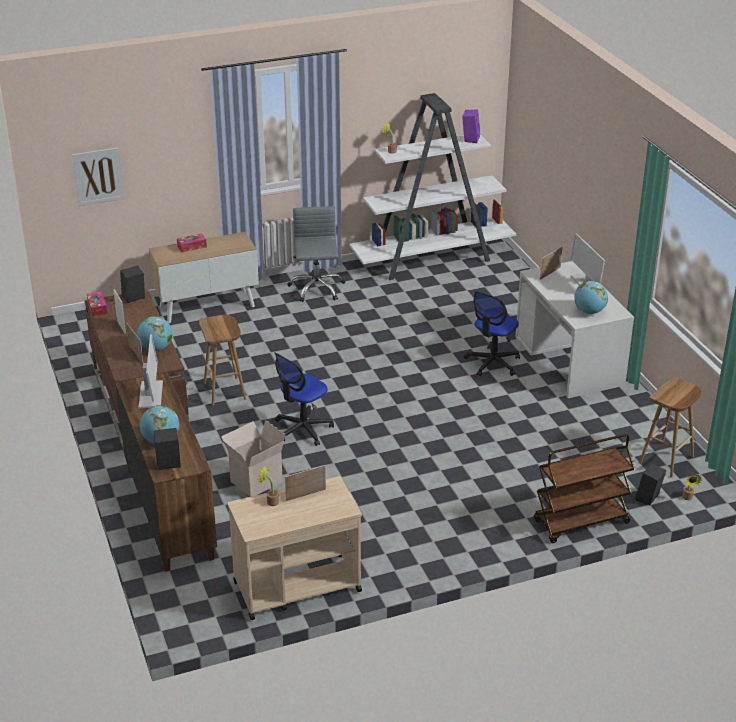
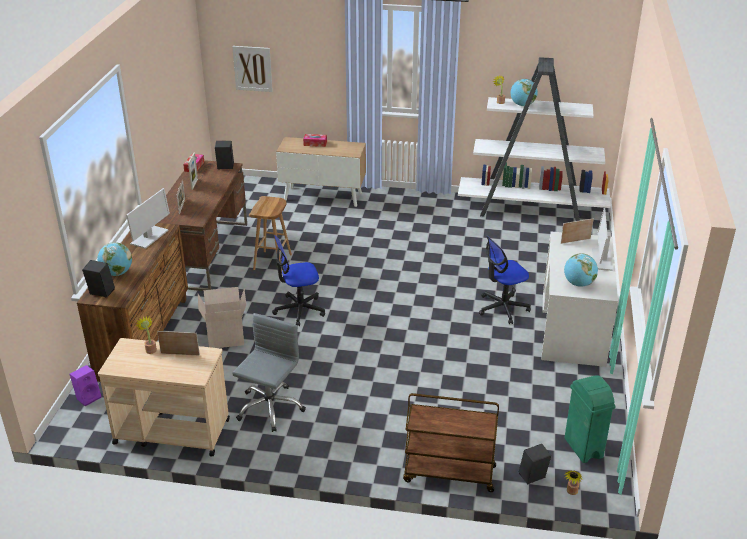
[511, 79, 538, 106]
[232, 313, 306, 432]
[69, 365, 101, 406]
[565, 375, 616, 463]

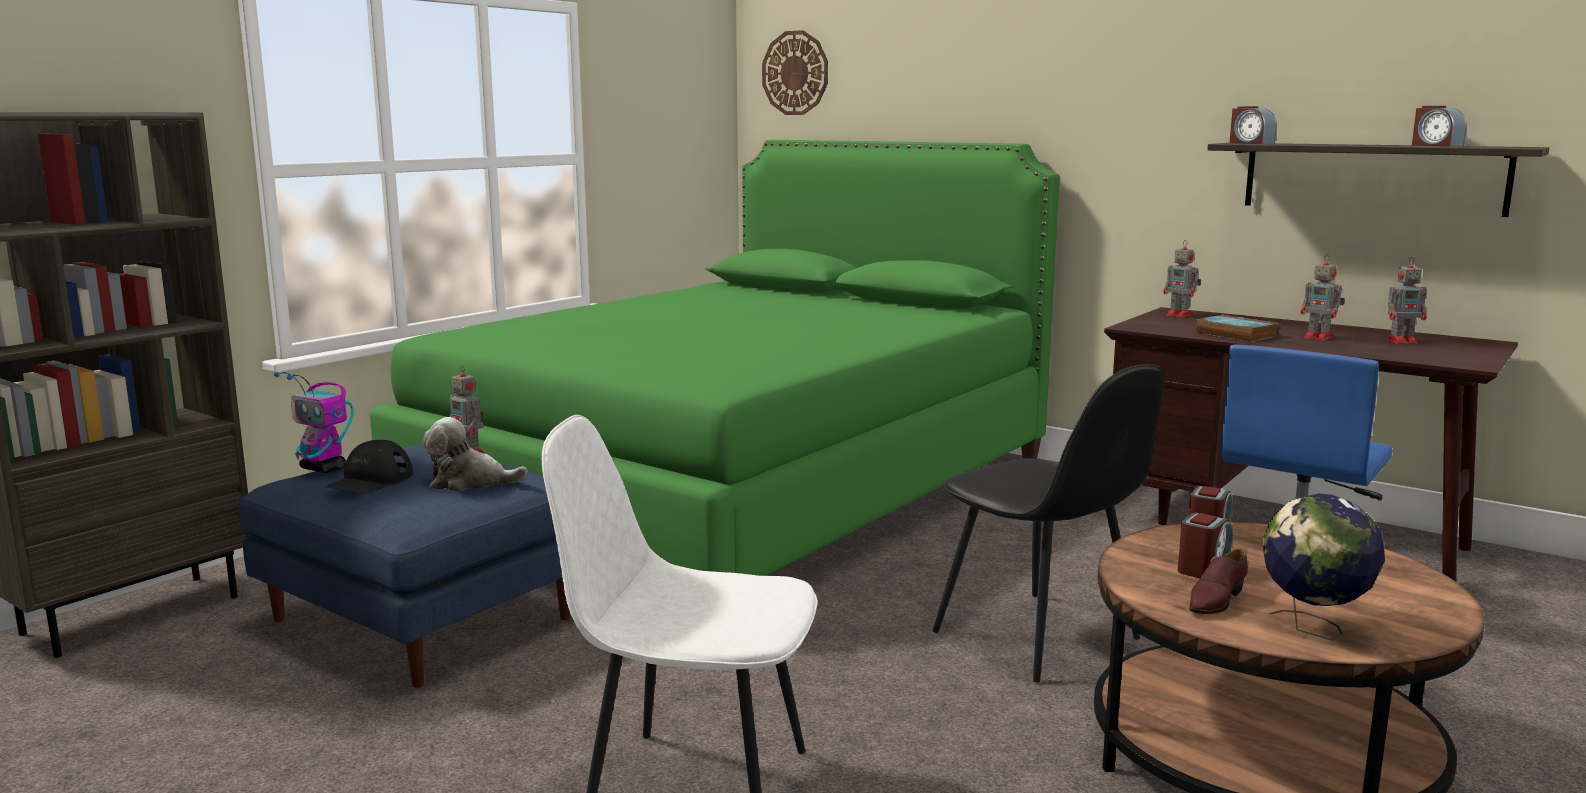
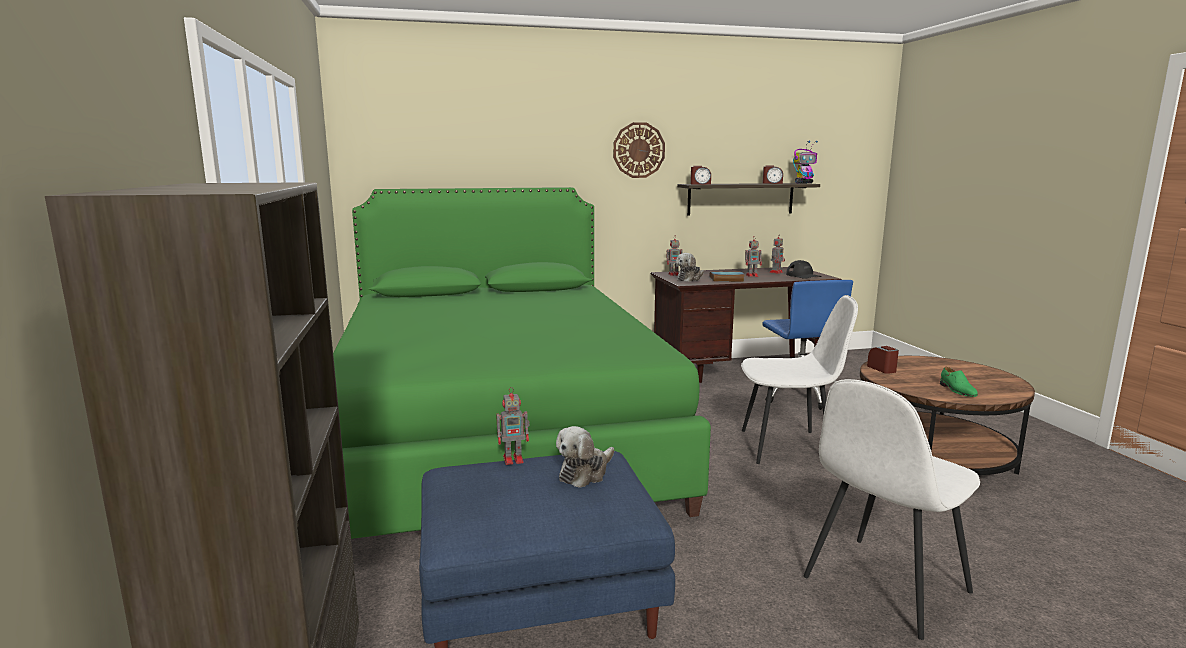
[1178, 513, 1233, 579] (first image)
[1263, 494, 1385, 641] (first image)
[676, 253, 704, 282]
[793, 141, 818, 183]
[786, 260, 822, 279]
[613, 122, 665, 178]
[741, 295, 858, 464]
[940, 367, 978, 397]

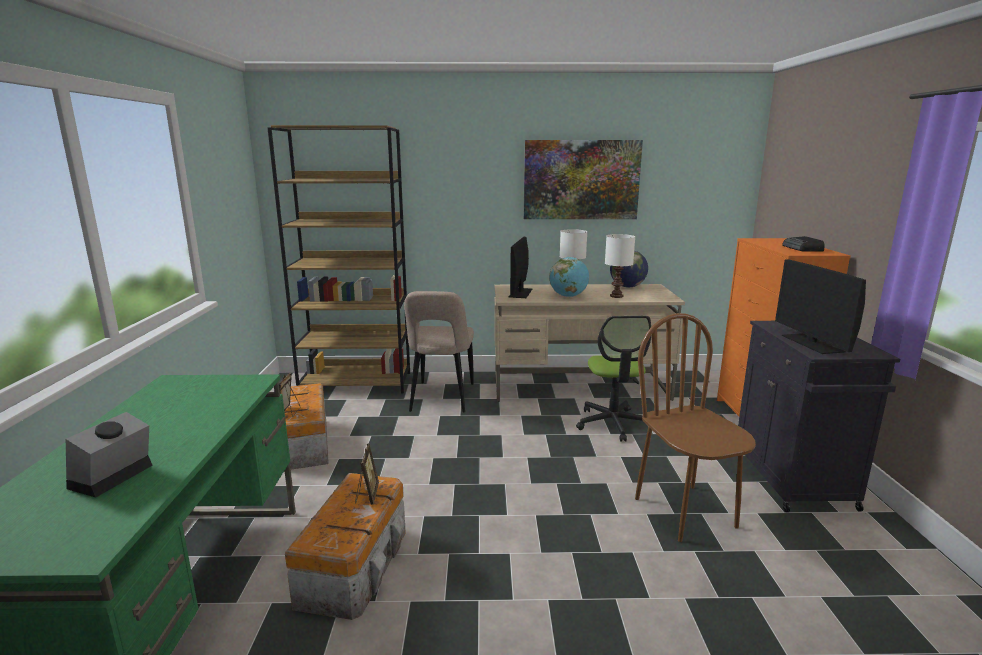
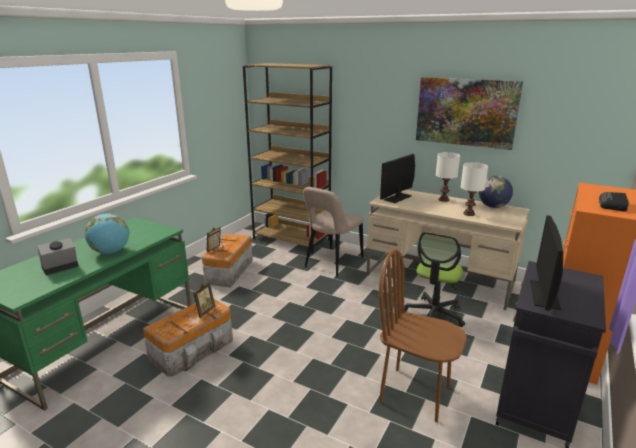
[85, 214, 130, 254]
[379, 249, 467, 422]

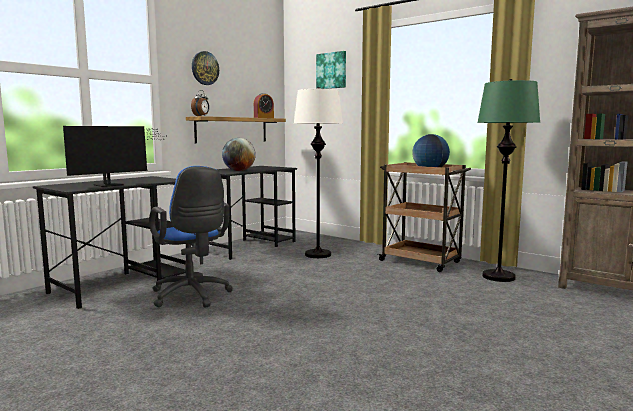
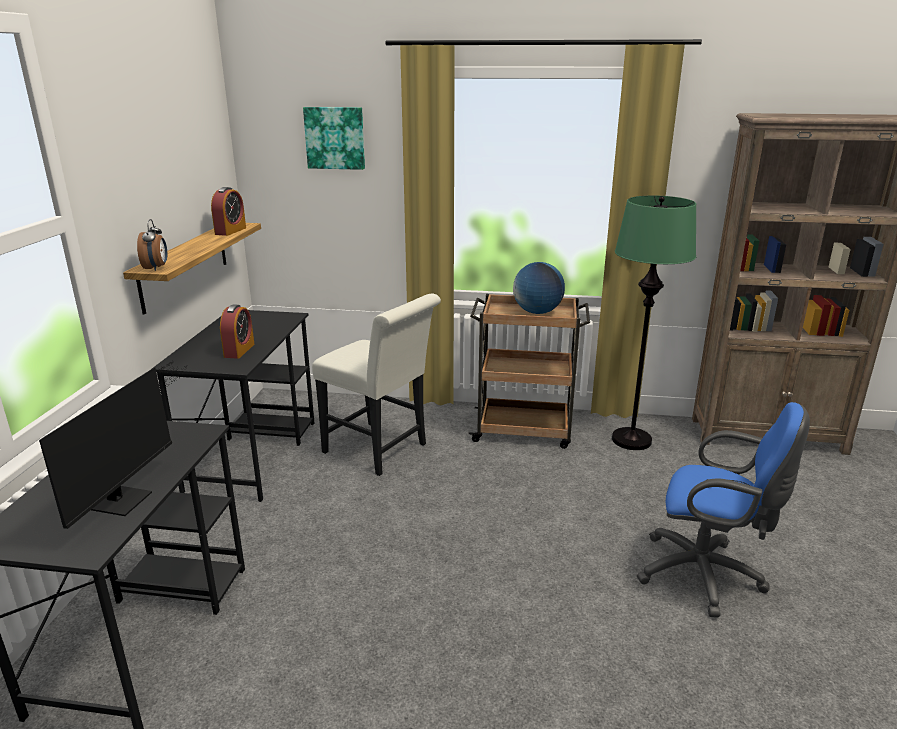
[192, 51, 219, 85] (first image)
[637, 402, 810, 618]
[220, 304, 254, 359]
[312, 294, 441, 476]

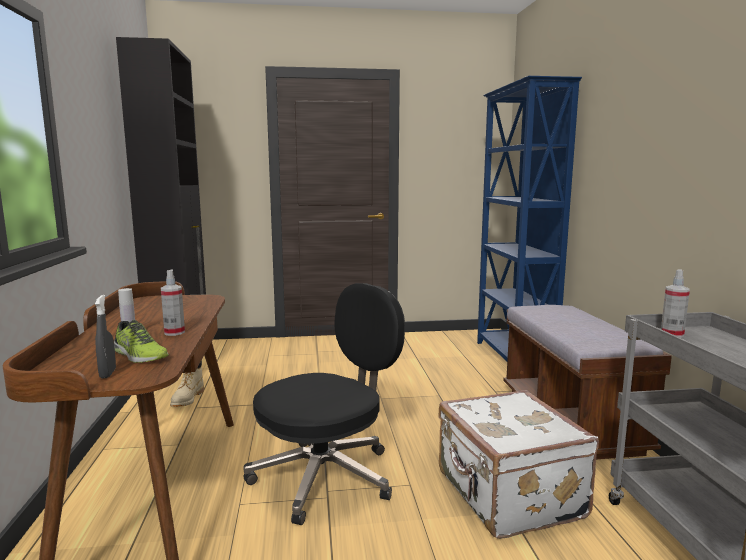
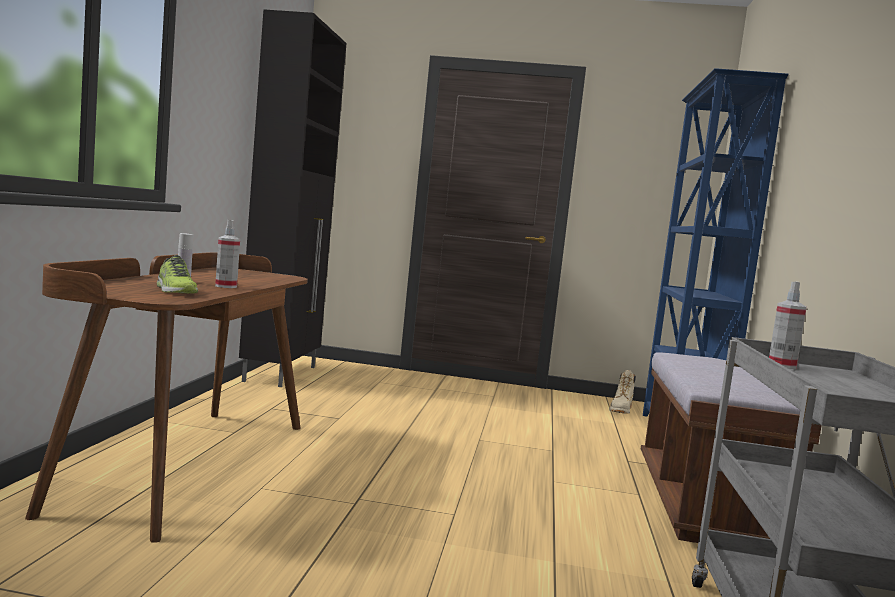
[95, 295, 116, 379] (first image)
[243, 283, 405, 525] (first image)
[439, 390, 599, 539] (first image)
[609, 370, 636, 414]

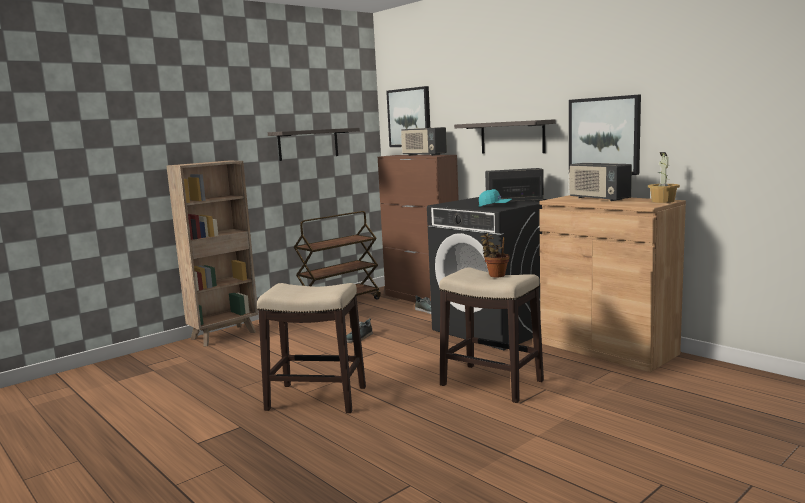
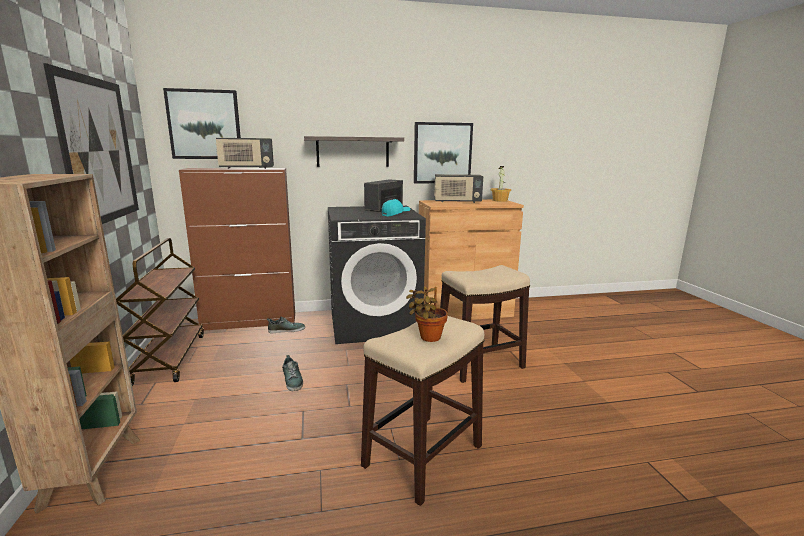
[406, 287, 448, 342]
[43, 63, 139, 224]

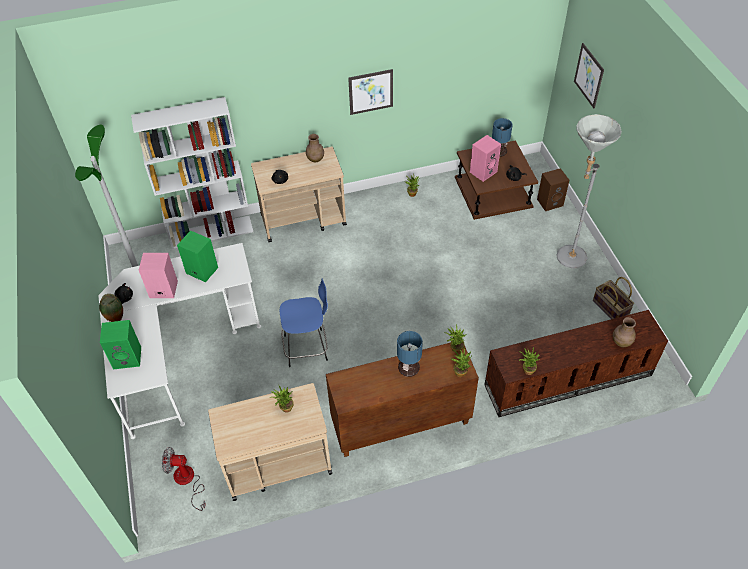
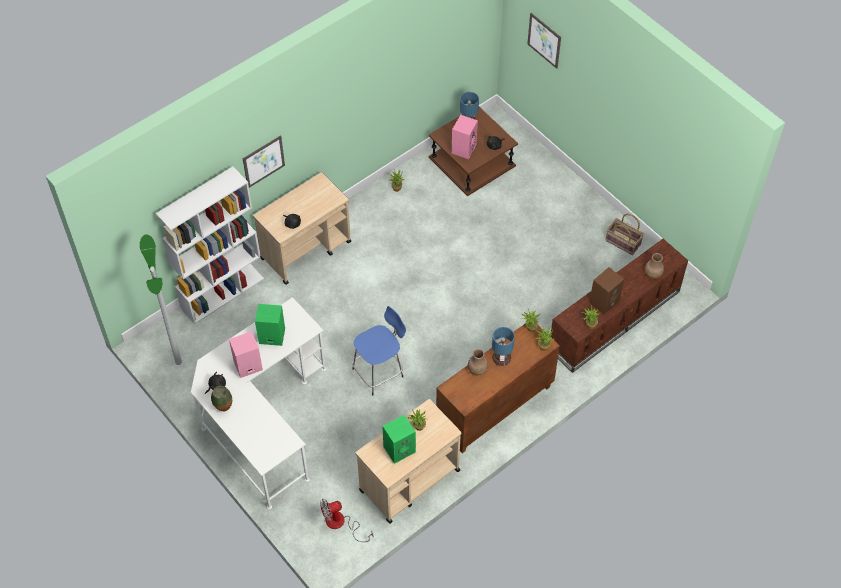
[556, 114, 622, 269] (first image)
[382, 415, 416, 464]
[468, 349, 488, 376]
[243, 135, 285, 188]
[589, 267, 624, 315]

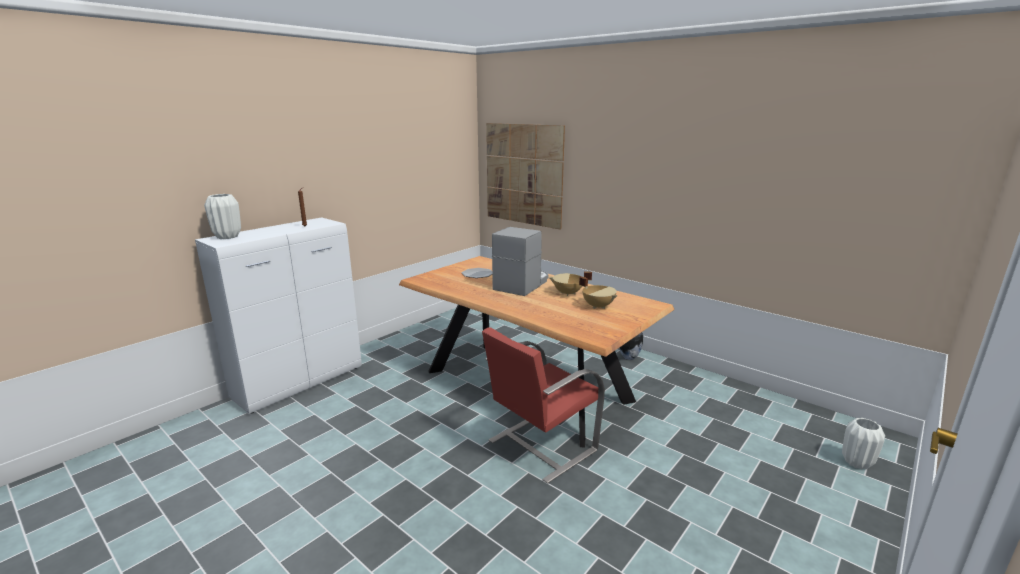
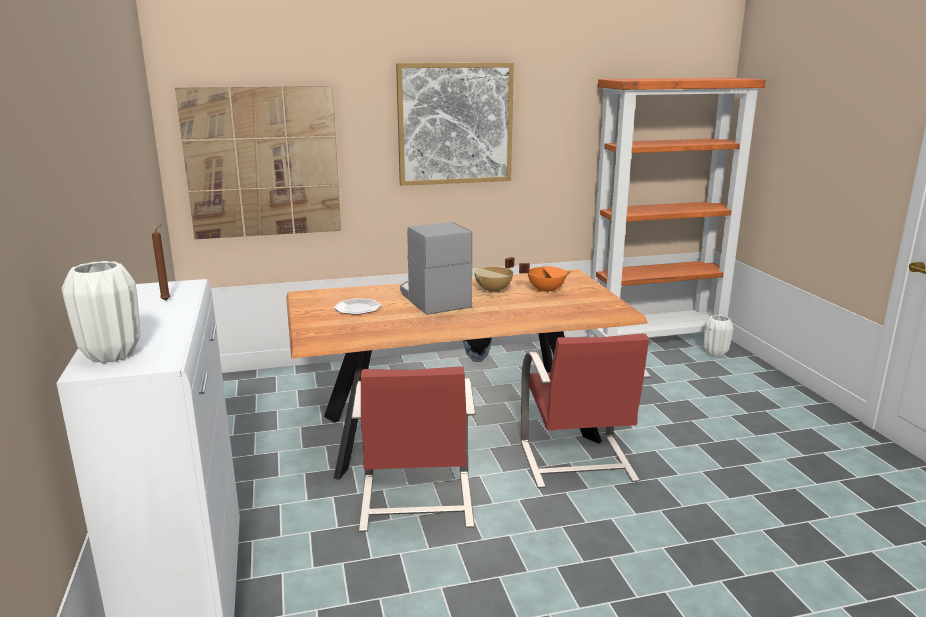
[352, 366, 476, 532]
[396, 63, 514, 186]
[588, 78, 766, 337]
[519, 263, 571, 294]

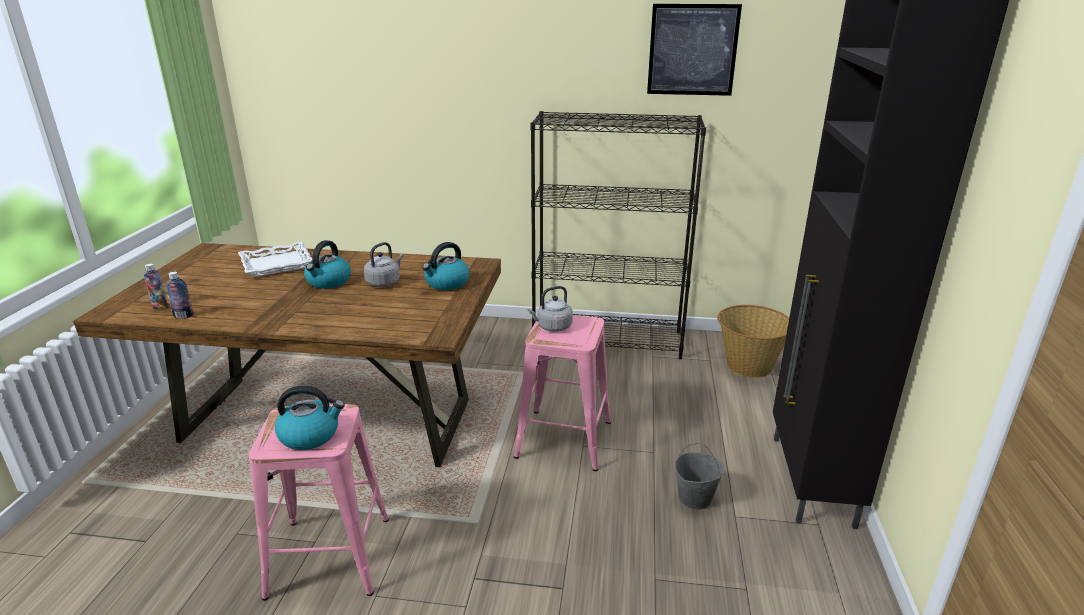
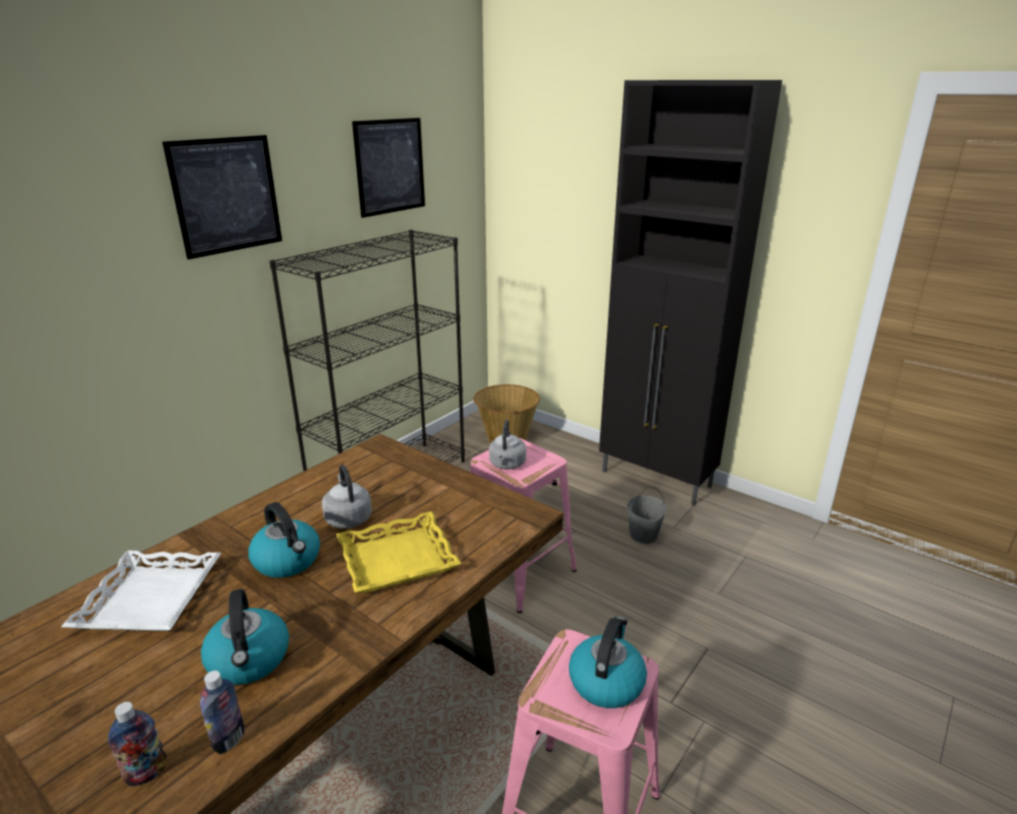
[162, 135, 282, 259]
[336, 511, 462, 593]
[201, 589, 289, 685]

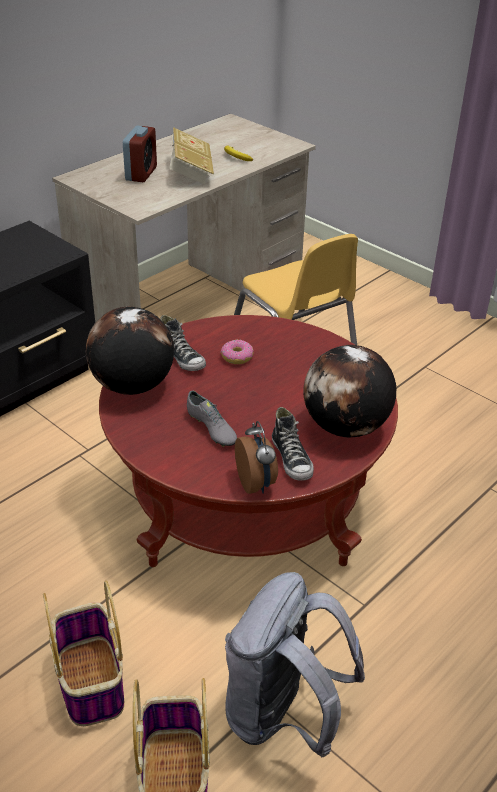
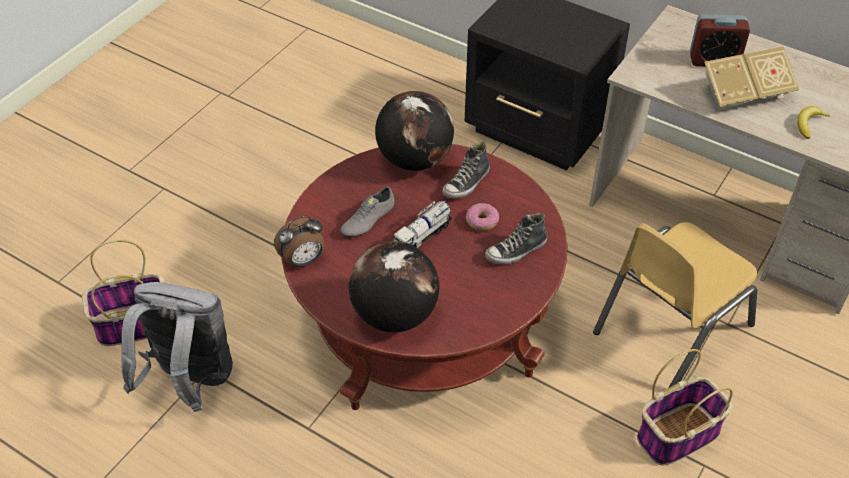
[393, 200, 452, 248]
[637, 349, 733, 465]
[485, 213, 547, 264]

